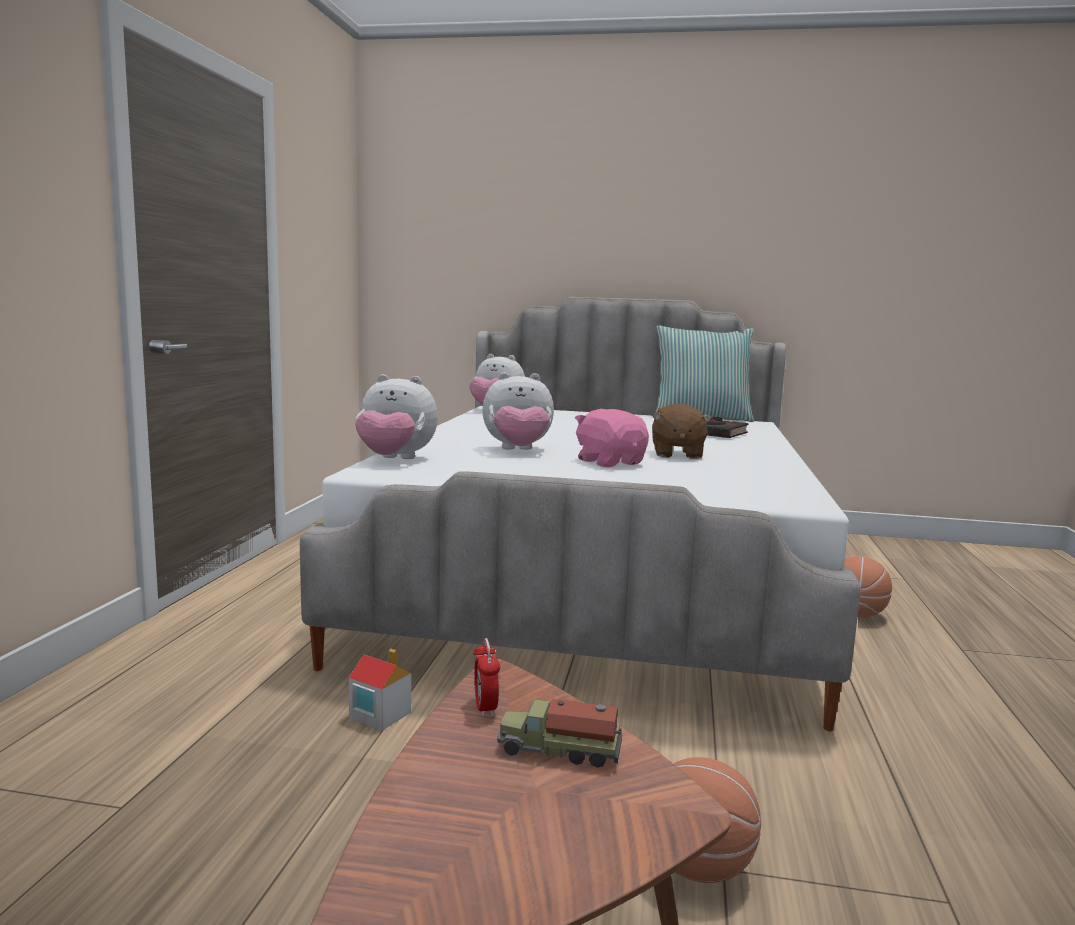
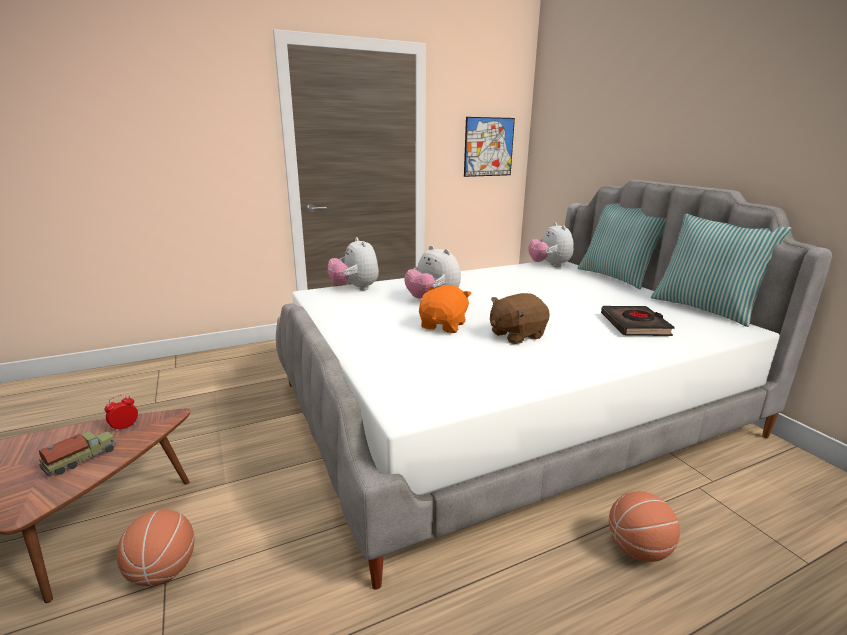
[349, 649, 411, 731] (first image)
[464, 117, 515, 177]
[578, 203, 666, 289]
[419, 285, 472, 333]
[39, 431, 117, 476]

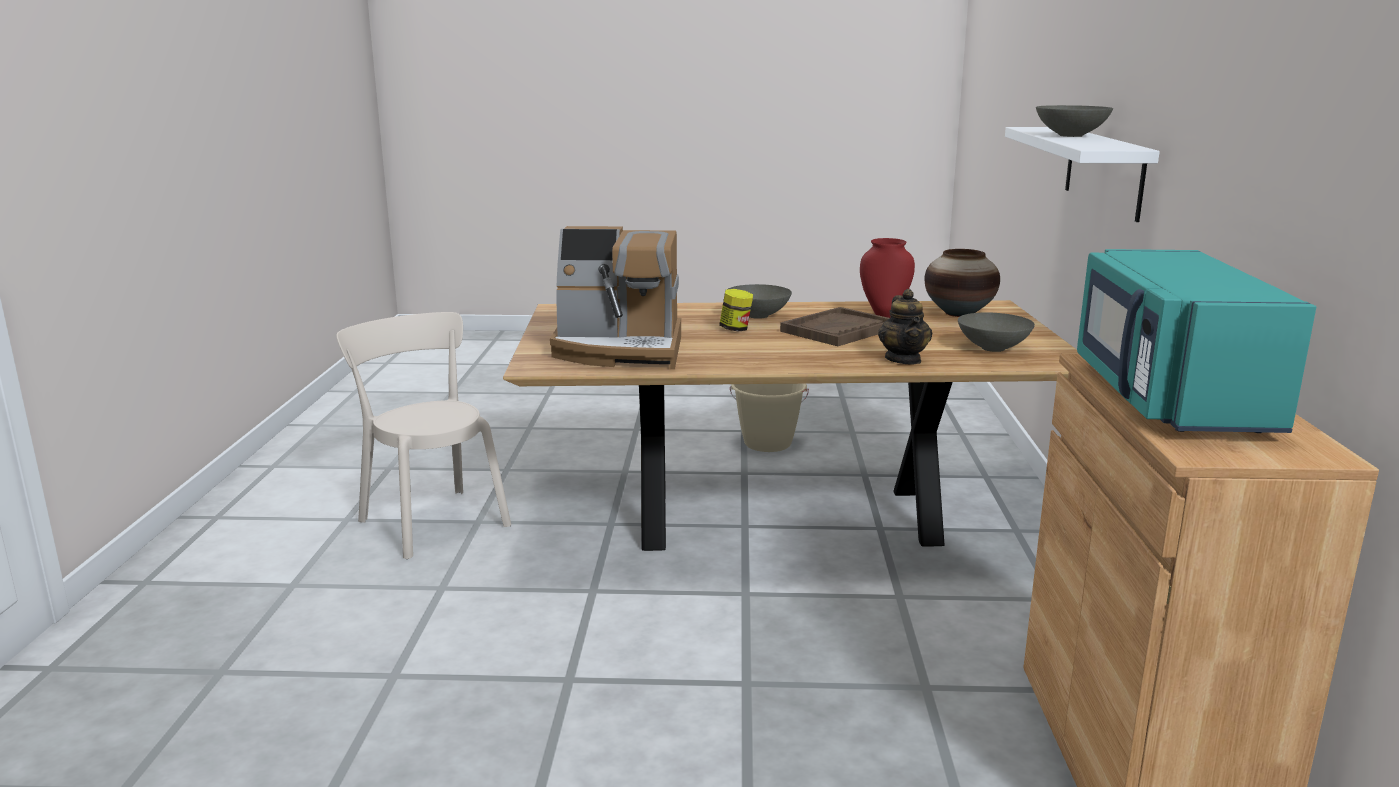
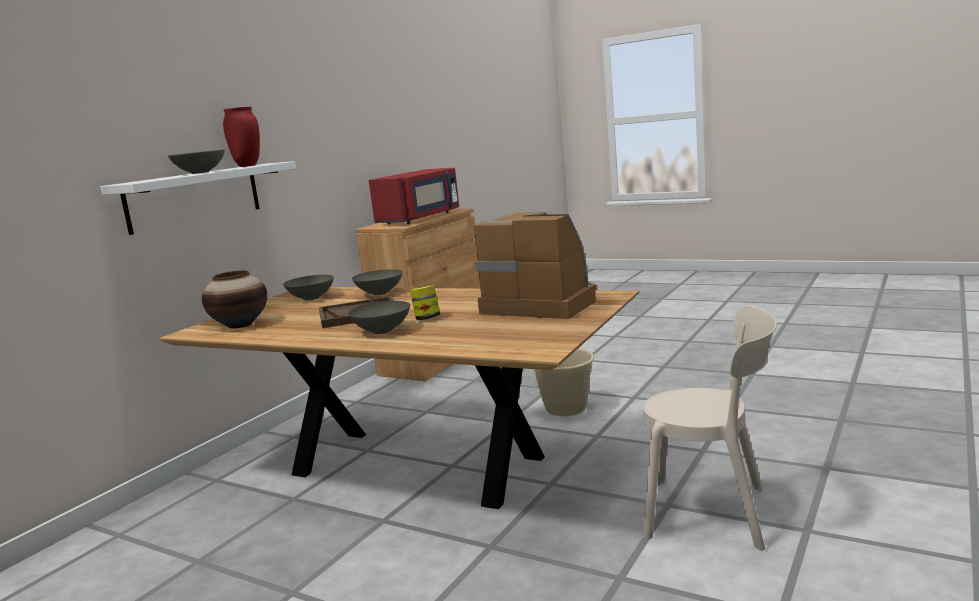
[530, 348, 594, 416]
[223, 107, 260, 167]
[352, 269, 403, 295]
[369, 168, 459, 224]
[643, 305, 777, 550]

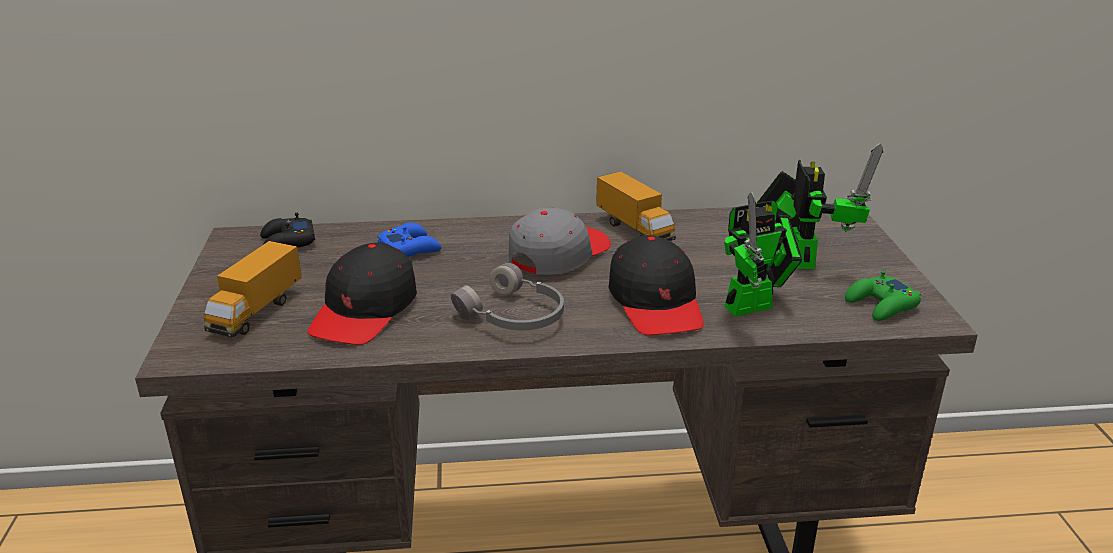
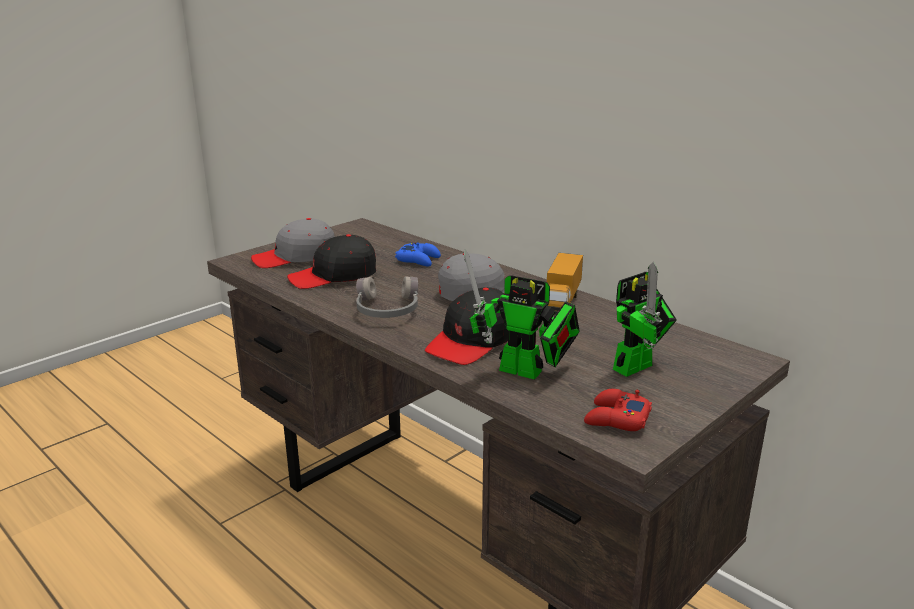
[260, 213, 315, 247] (first image)
[251, 218, 335, 268]
[584, 389, 652, 431]

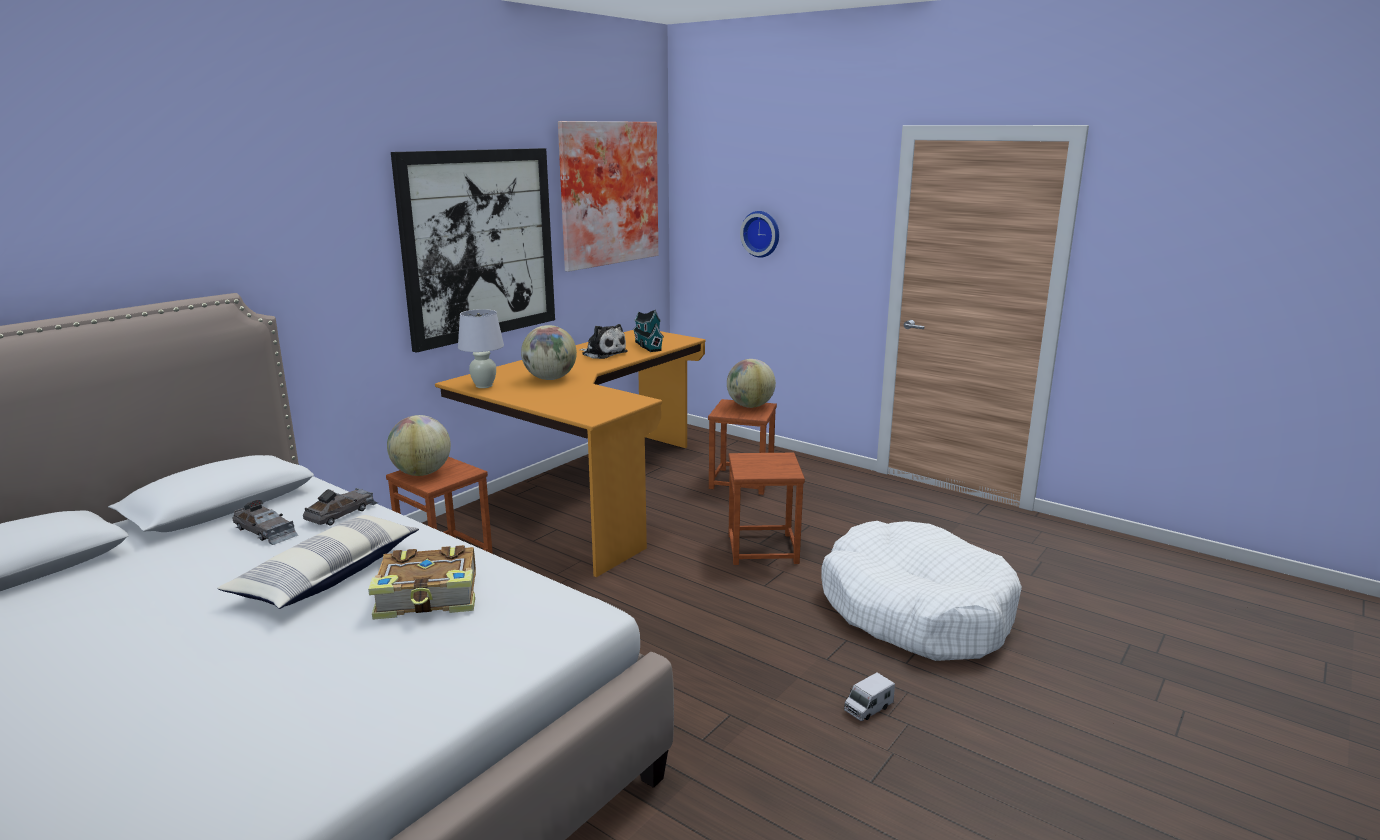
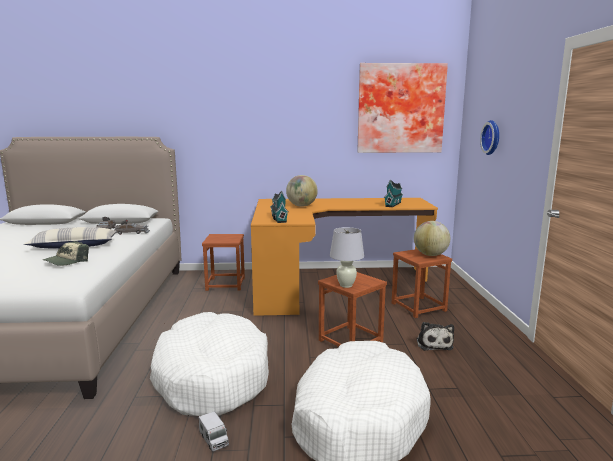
[387, 415, 451, 476] (first image)
[391, 148, 555, 353] (first image)
[150, 312, 269, 416]
[270, 191, 288, 223]
[330, 227, 364, 288]
[417, 322, 454, 351]
[43, 241, 89, 266]
[199, 411, 229, 452]

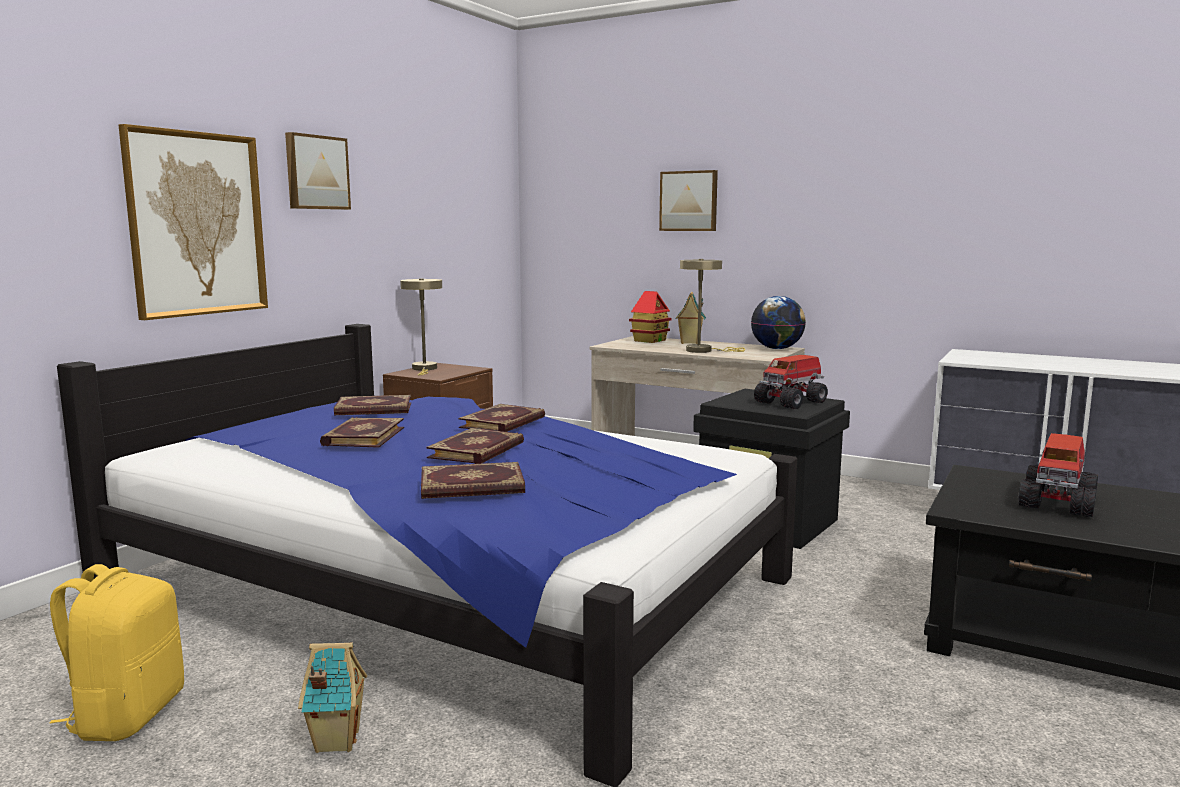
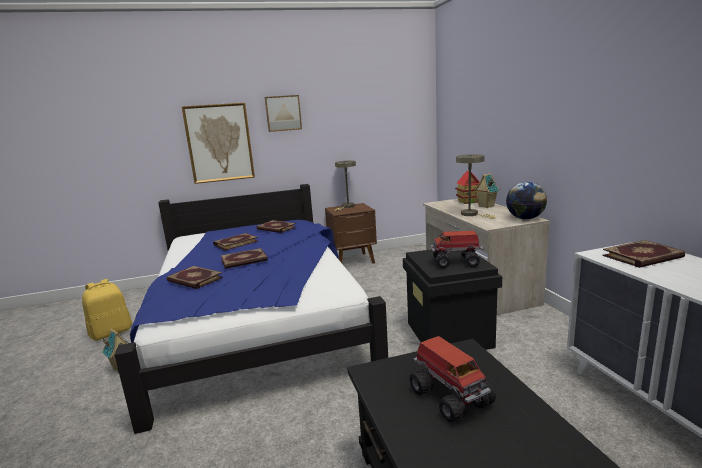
[659, 170, 718, 231] (first image)
[602, 240, 685, 268]
[409, 336, 496, 423]

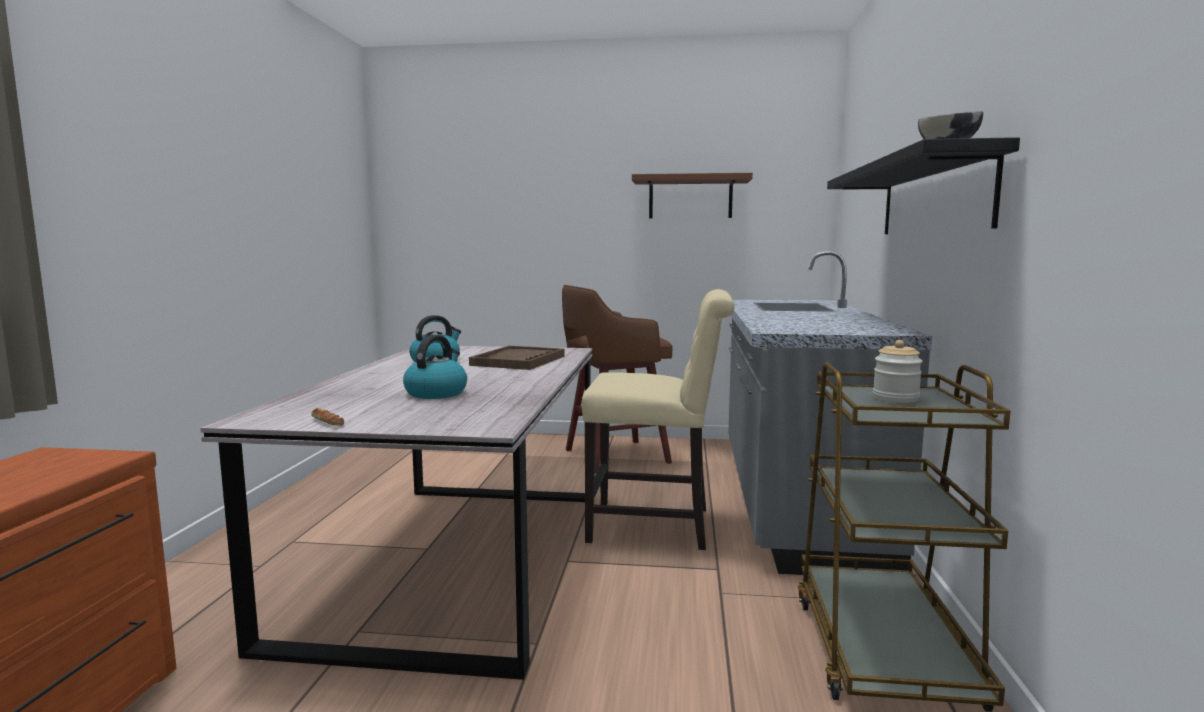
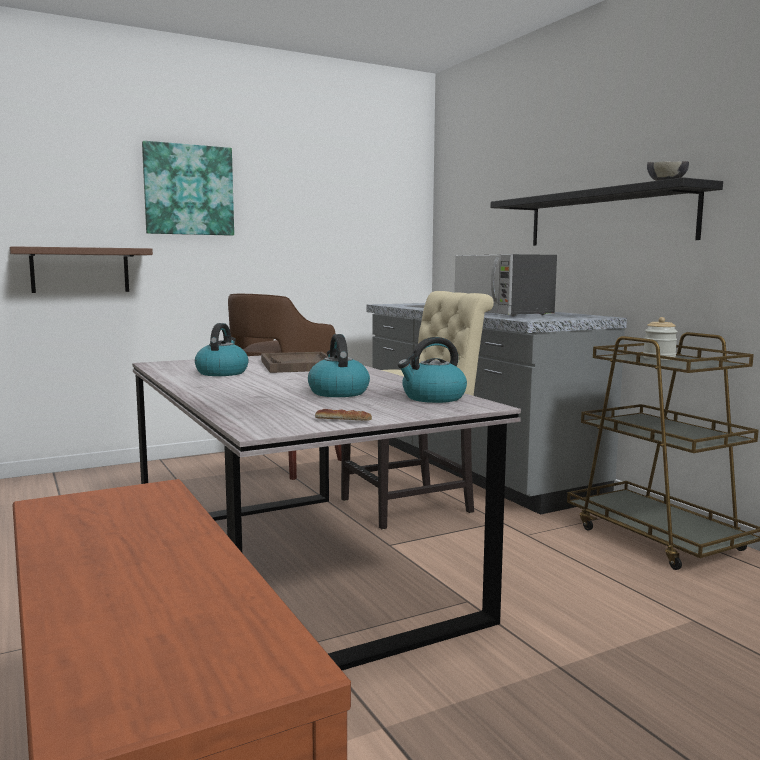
[142, 141, 234, 236]
[398, 337, 467, 403]
[455, 254, 557, 317]
[9, 246, 153, 293]

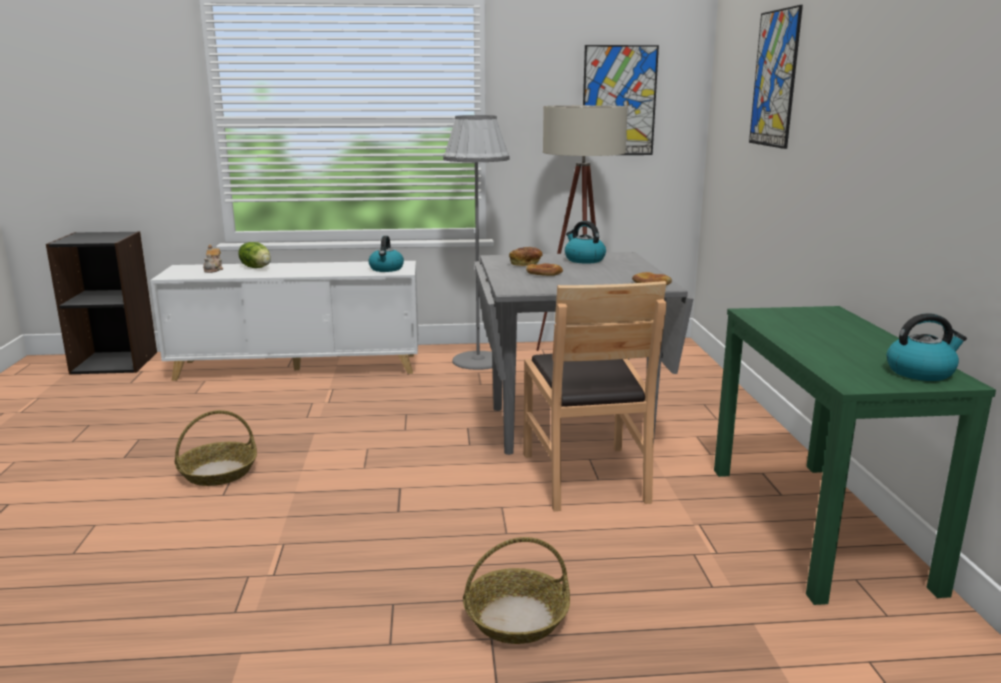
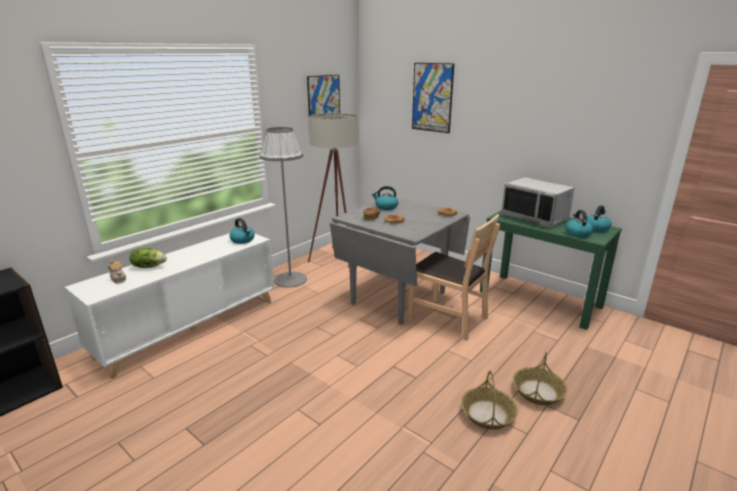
[501, 177, 575, 228]
[565, 210, 593, 237]
[461, 371, 518, 430]

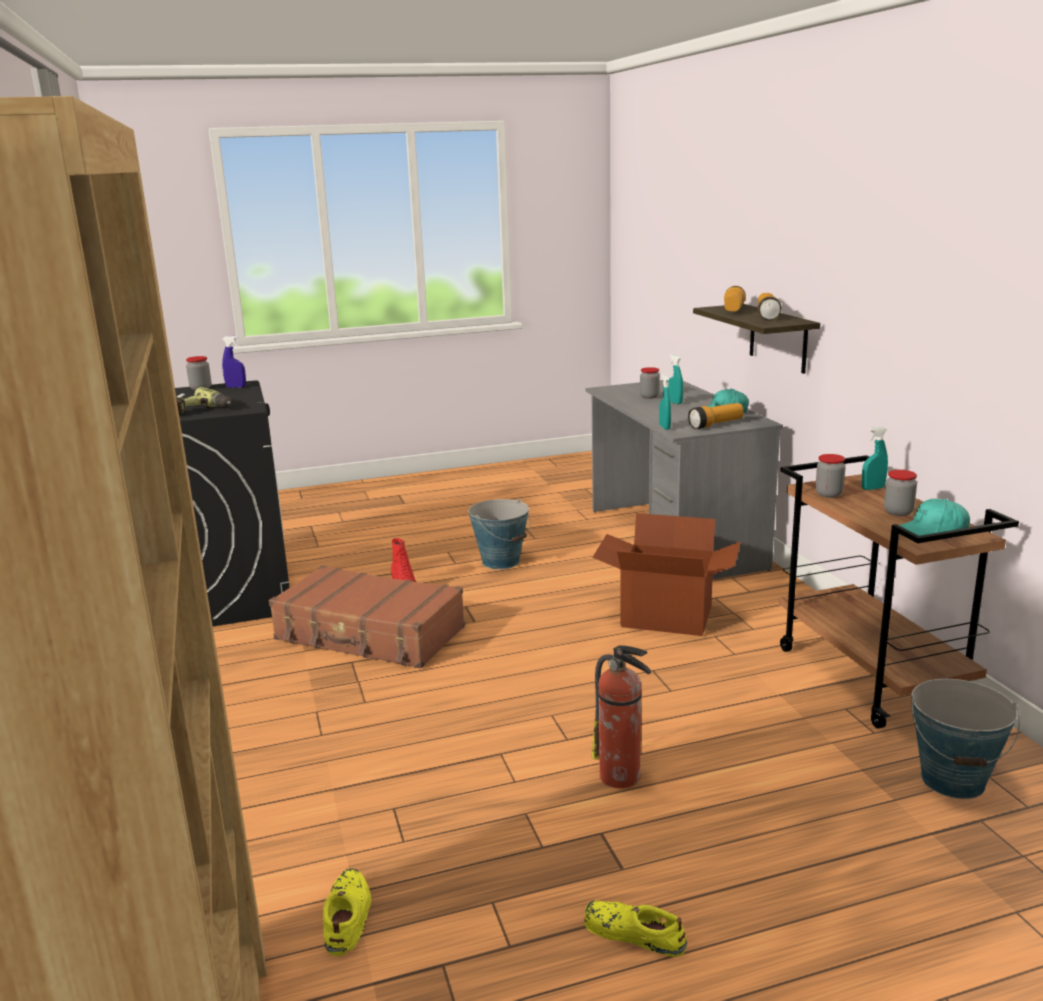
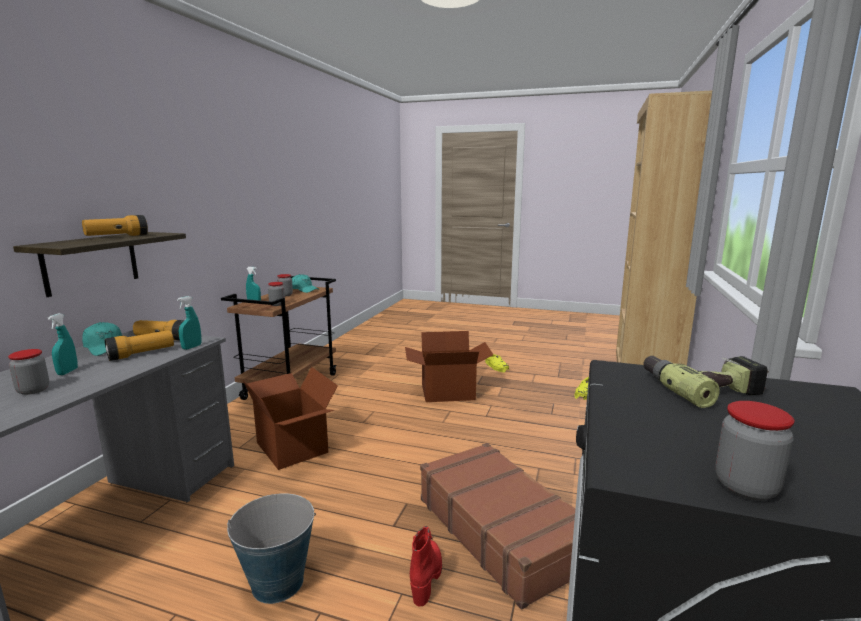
[222, 336, 246, 388] (first image)
[911, 679, 1020, 799] (first image)
[105, 330, 174, 361]
[405, 331, 493, 402]

